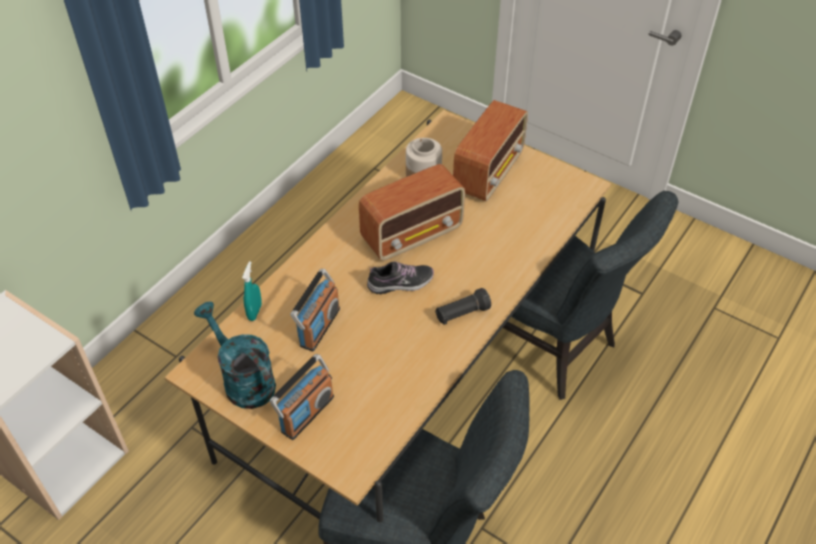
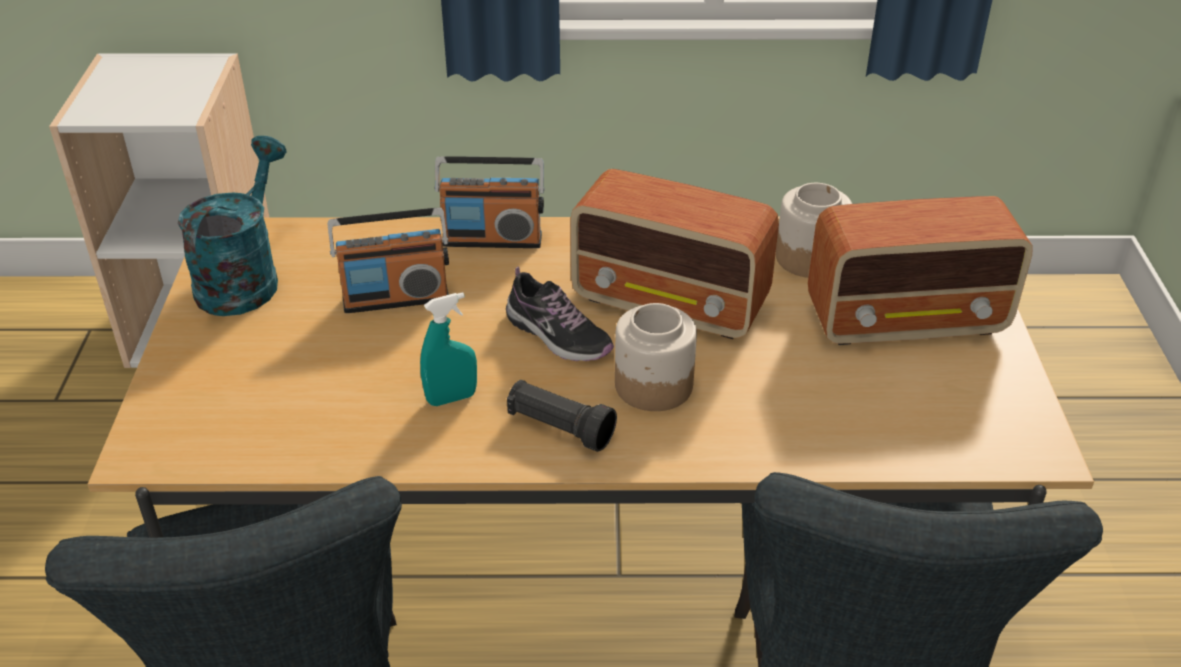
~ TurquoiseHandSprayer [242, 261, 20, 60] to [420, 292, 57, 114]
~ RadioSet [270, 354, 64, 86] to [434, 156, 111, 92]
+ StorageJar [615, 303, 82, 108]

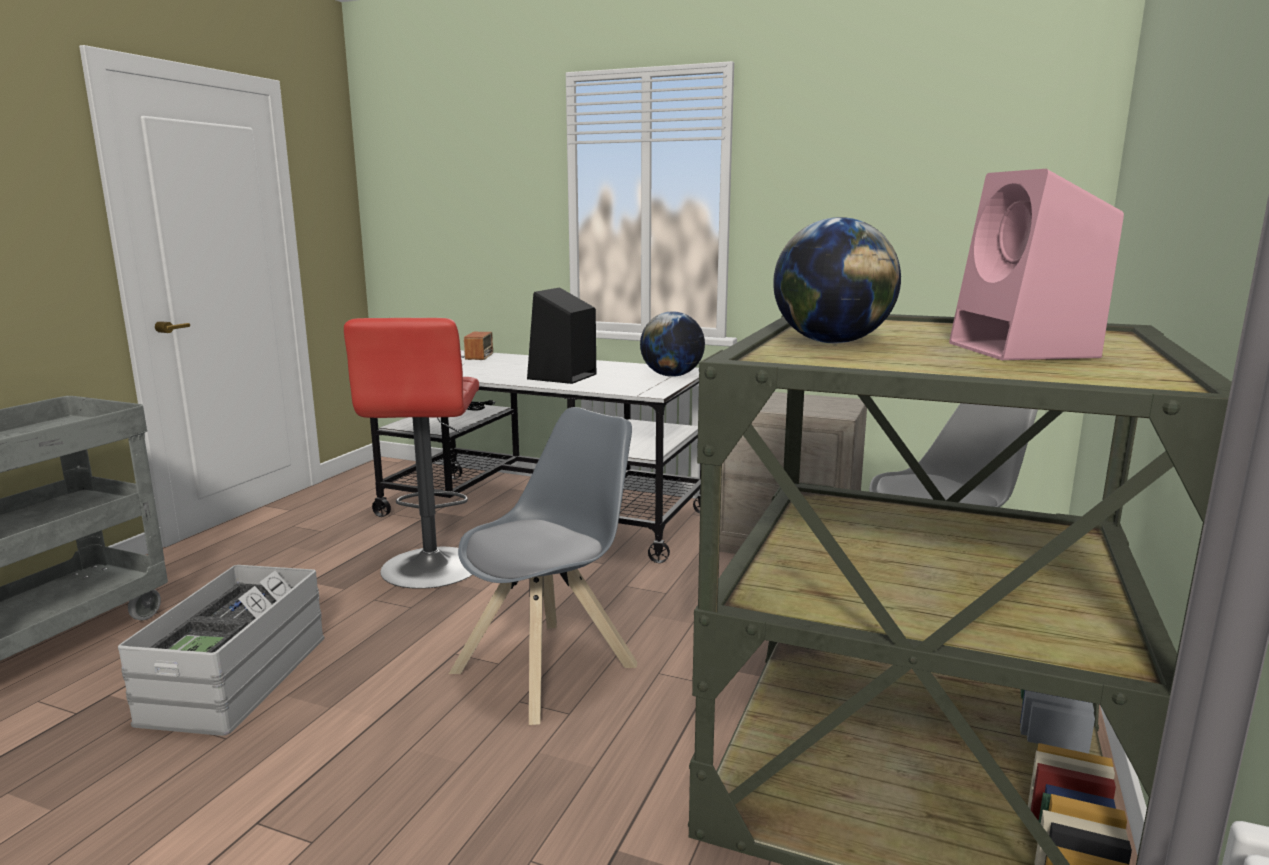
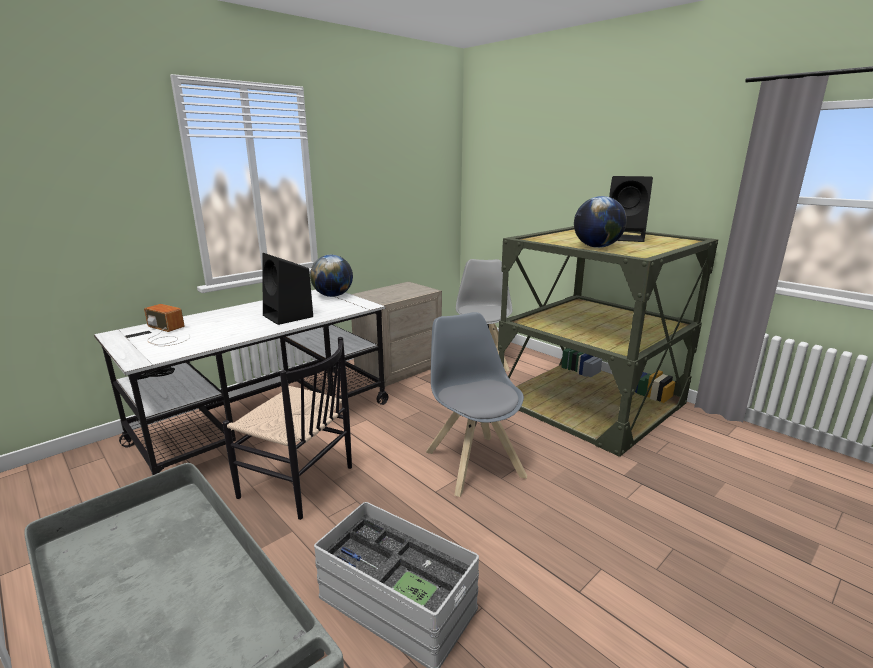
~ PinkAudioSpeaker [949, 169, 175, 191] to BlackAudioSpeaker [609, 176, 44, 66]
~ RedStool [344, 318, 135, 271] to BlackPlainChair [223, 337, 129, 183]

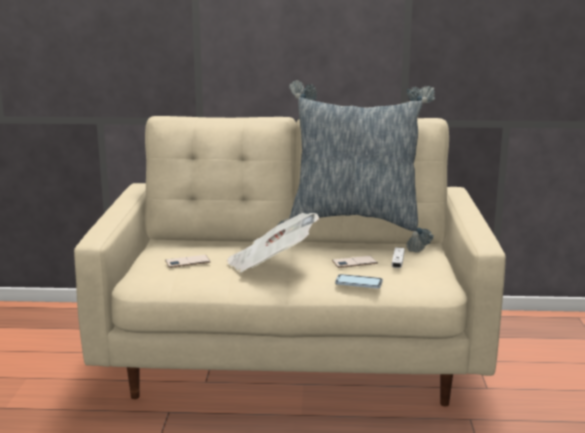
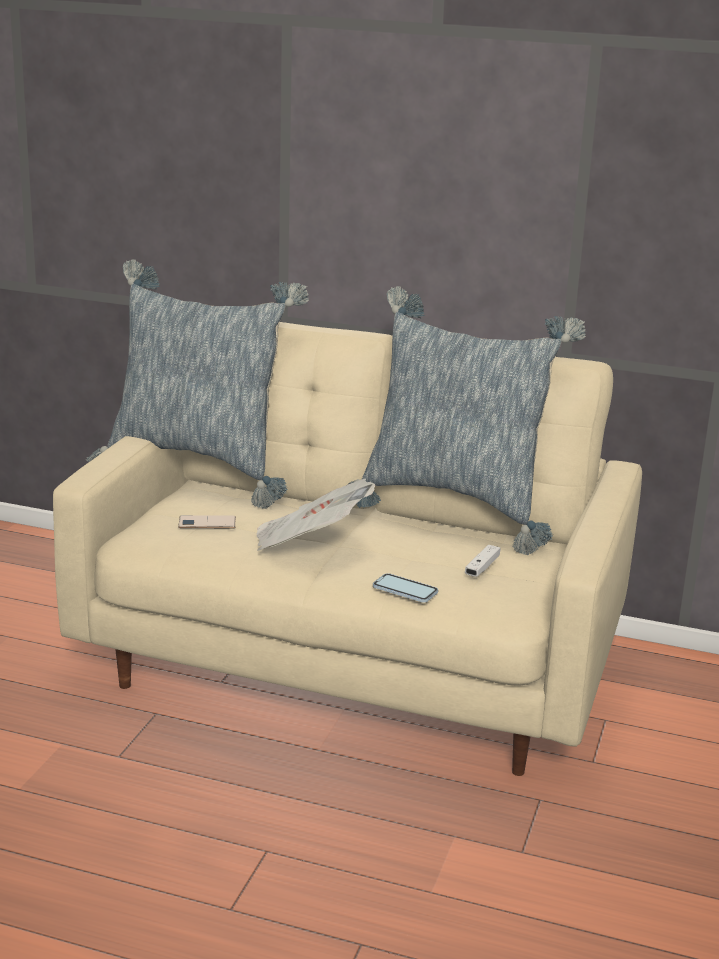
- Phone [332, 256, 46, 12]
+ ThrowPillow [86, 260, 223, 249]

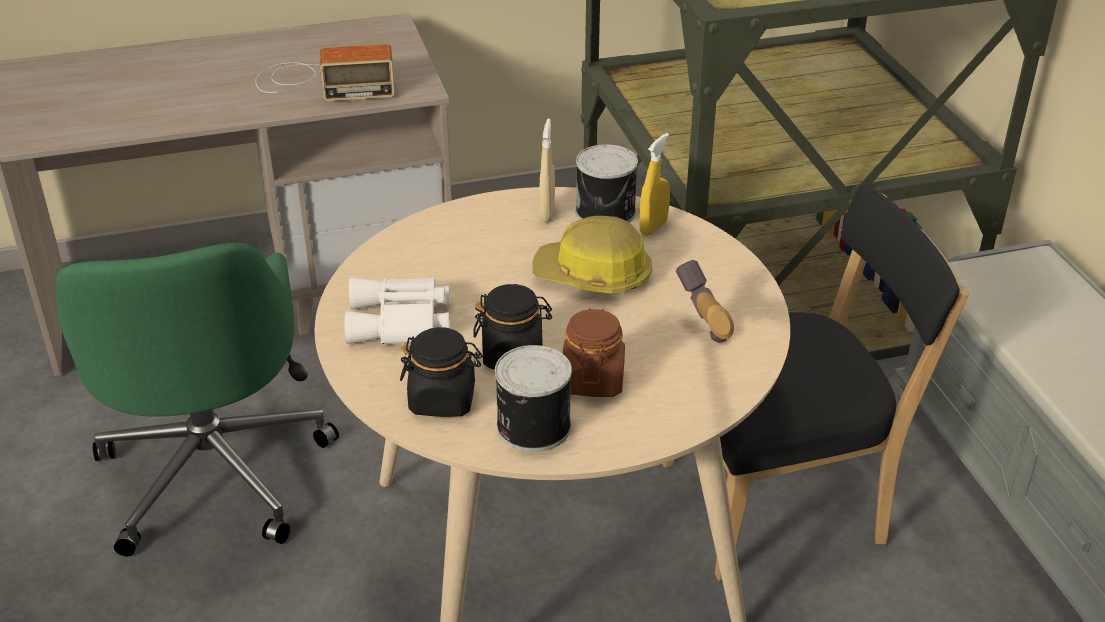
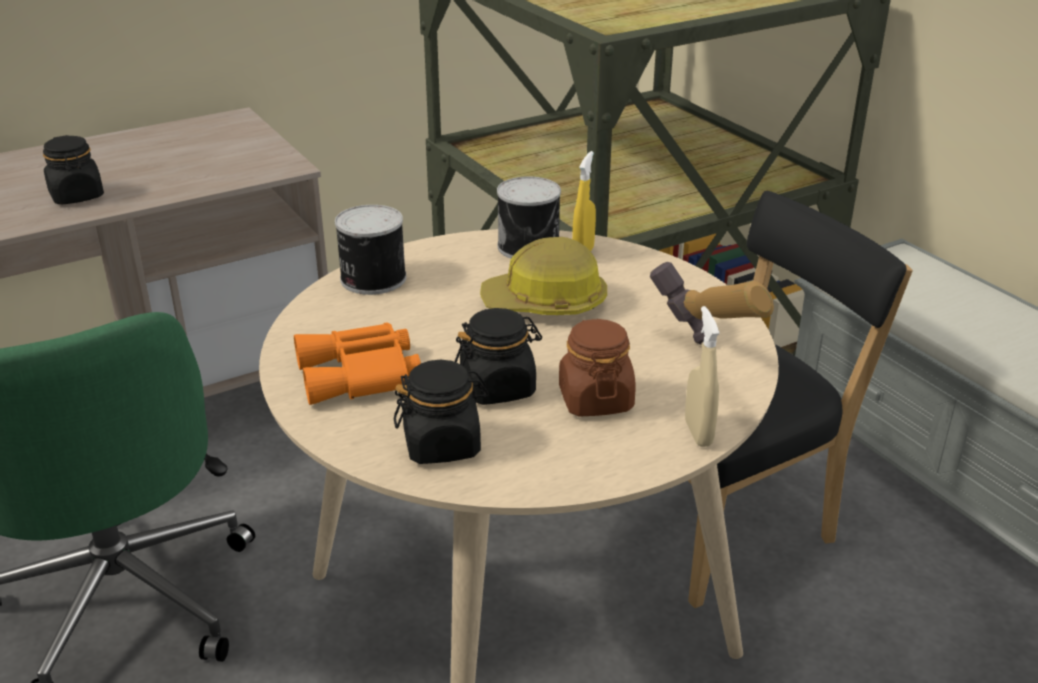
- RadioSet [255, 44, 140, 57]
~ BeigeColouredHandSprayer [539, 118, 16, 105] to [685, 306, 35, 141]
~ WhitePairOfBinoculars [345, 277, 105, 68] to OrangePairOfBinoculars [294, 322, 127, 83]
~ MetalCan [495, 345, 77, 107] to [335, 205, 71, 90]
+ BlackStorageJar [43, 135, 61, 69]

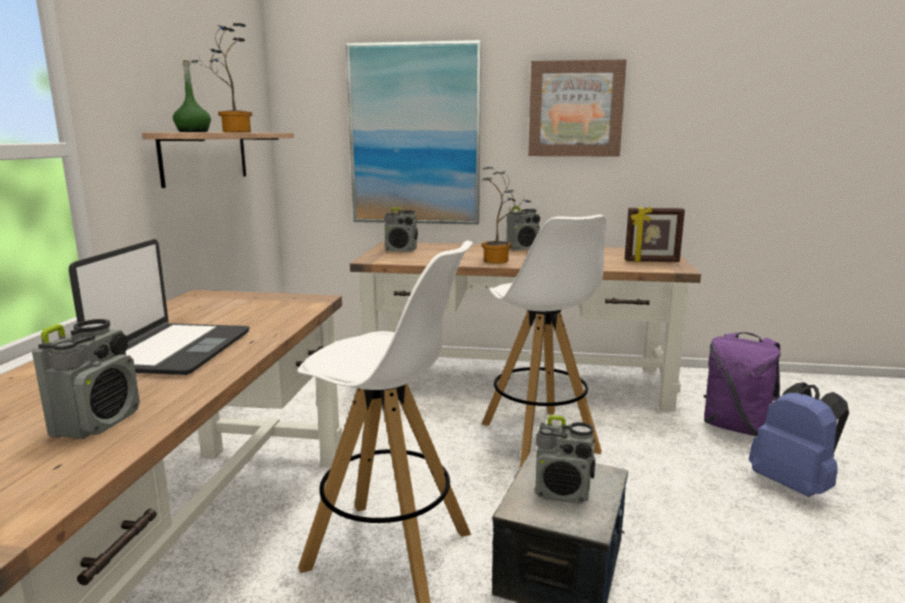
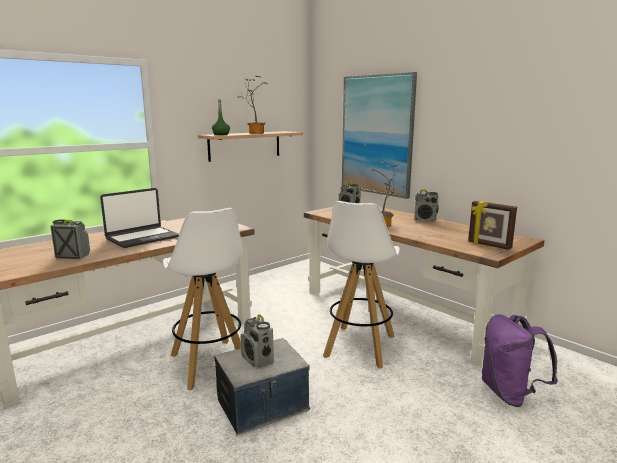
- Picture [528, 59, 98, 98]
~ RadioSet [32, 319, 108, 120] = [50, 219, 40, 41] 135 degrees counterclockwise
- BluishKnapsack [749, 382, 100, 115]

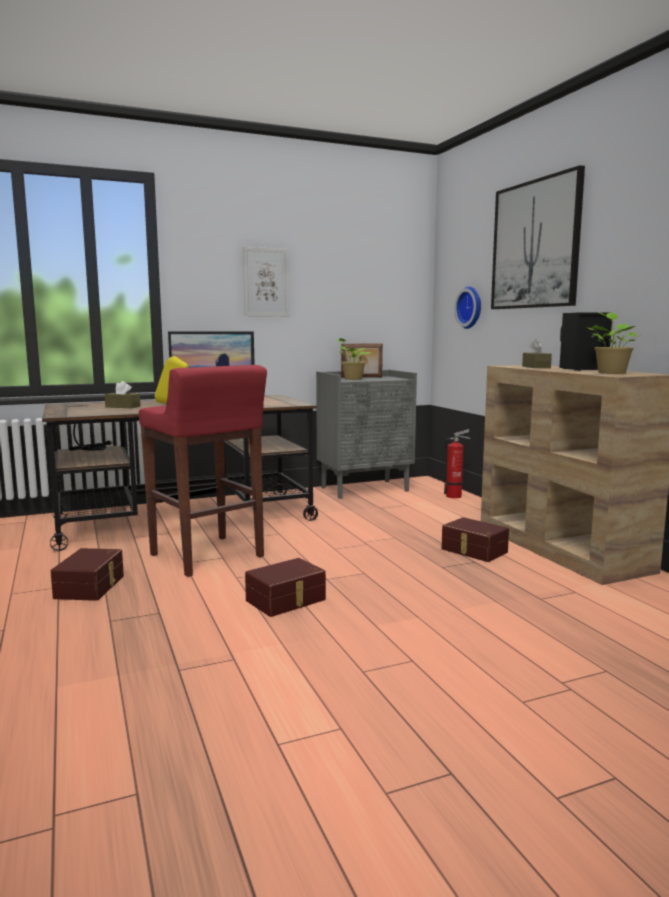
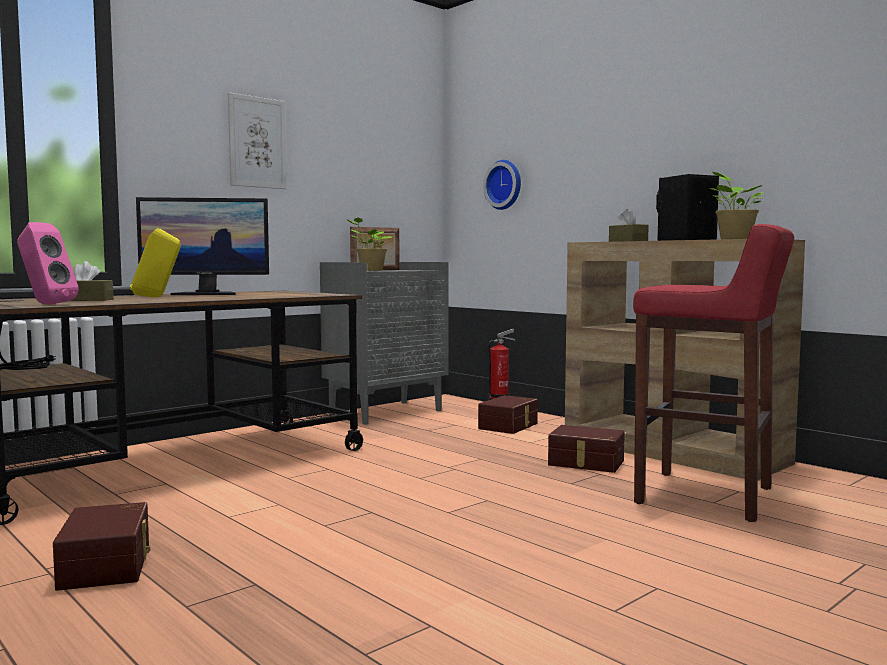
- Picture [491, 165, 94, 144]
~ RedStool [139, 365, 128, 212] to [633, 224, 161, 298]
~ BrownStorageBin [245, 558, 81, 59] to [478, 395, 60, 39]
+ PinkAudioSpeaker [17, 222, 62, 83]

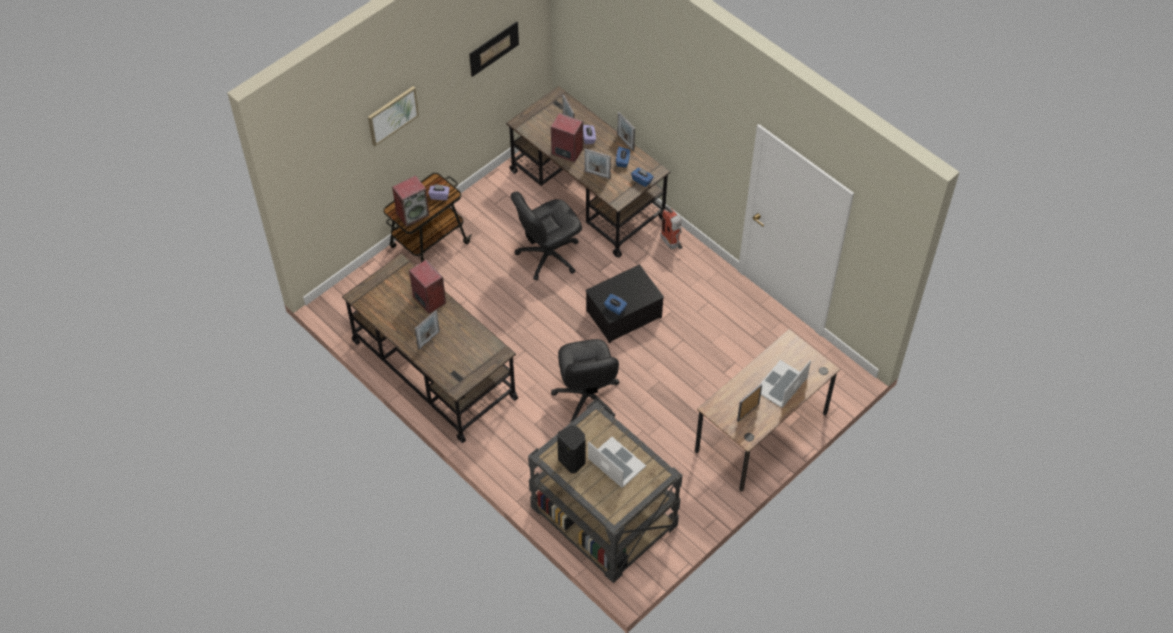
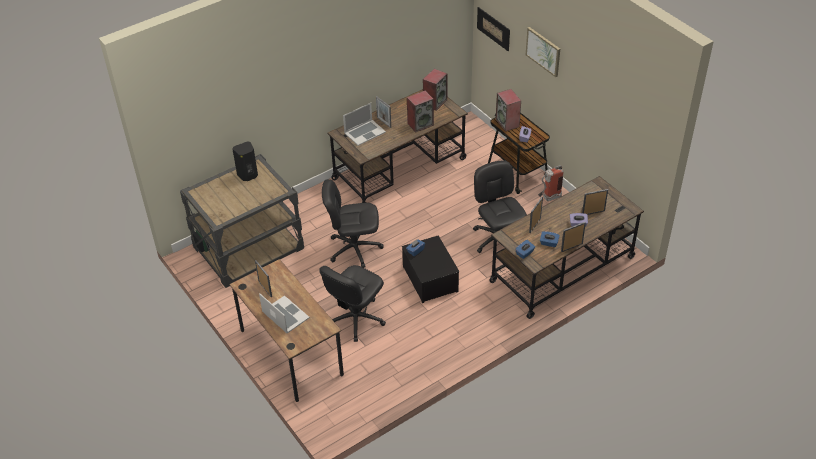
~ Picture [469, 22, 50, 55] to [477, 7, 33, 44]
~ AudioSpeaker [551, 113, 32, 49] to [423, 69, 25, 42]
~ FireExtinguisher [660, 206, 23, 44] to [538, 165, 26, 36]
~ PortableComputer [588, 437, 58, 51] to [343, 103, 43, 43]
+ BlackDeskChair [319, 265, 67, 77]

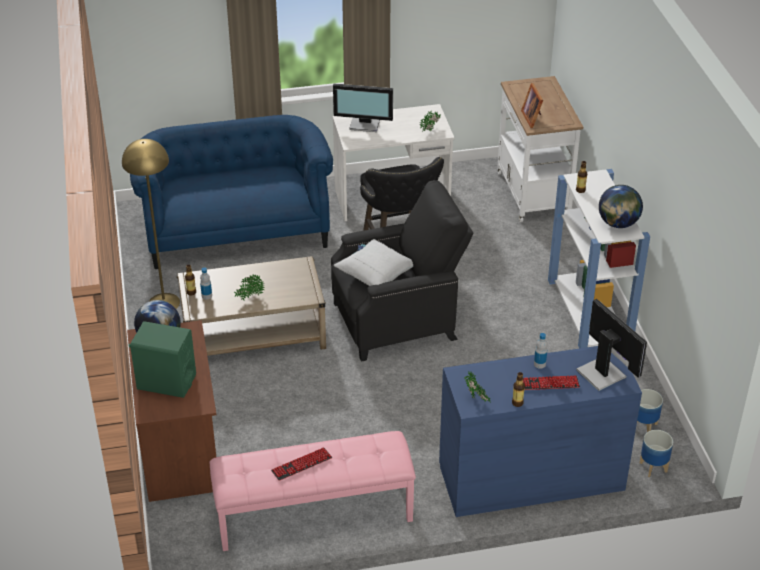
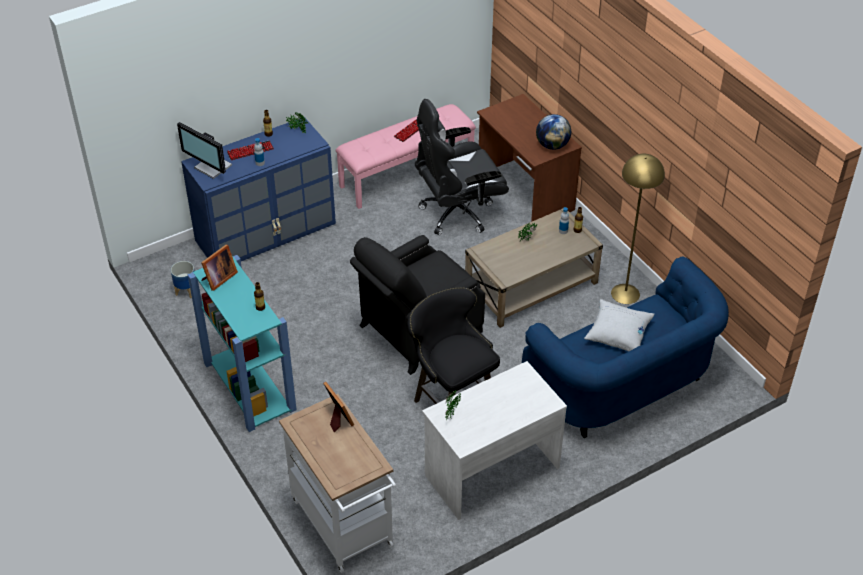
- ComputerScreen [333, 83, 60, 49]
~ WhiteBookshelf [548, 169, 102, 179] to TurquoiseBookshelf [188, 255, 109, 177]
~ WorldGlobe [599, 185, 44, 43] to PhotoFrame [201, 244, 37, 47]
~ GreyThrowPillow [333, 239, 80, 47] to [584, 299, 70, 52]
- GreenishAudioSpeaker [129, 321, 67, 77]
- PlantPot [640, 430, 33, 47]
+ BlackDeskChair [415, 99, 94, 136]

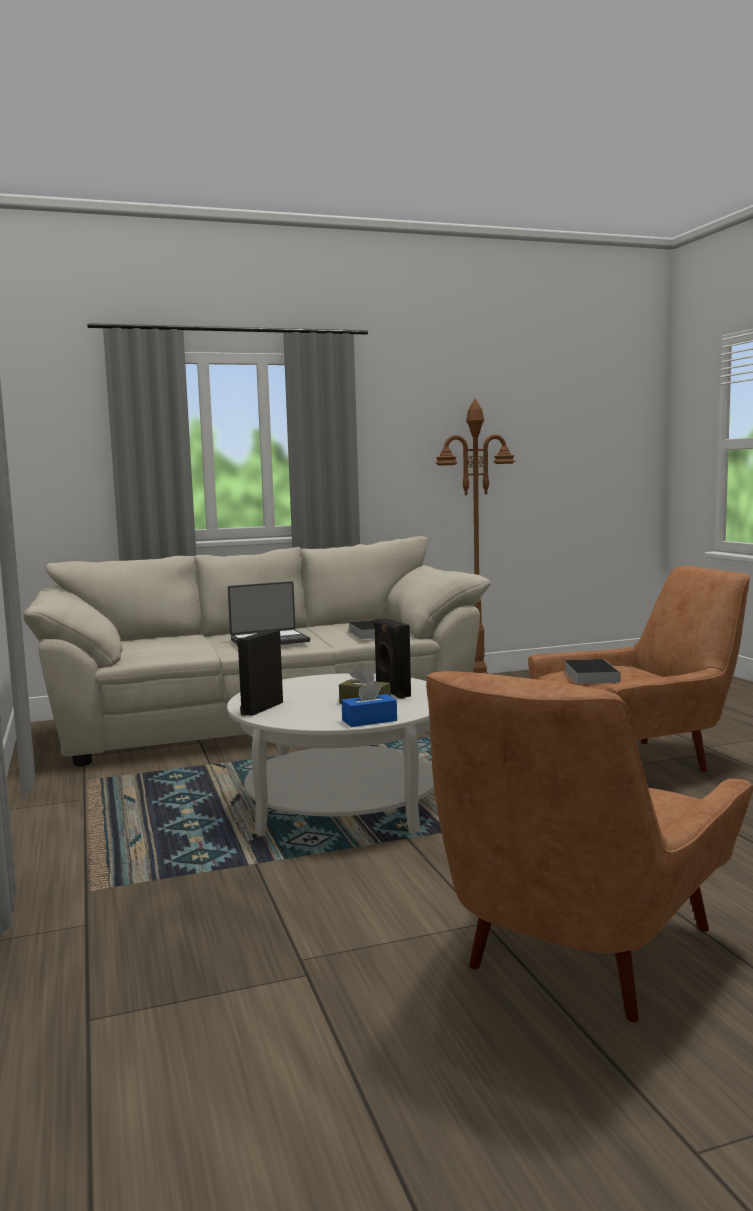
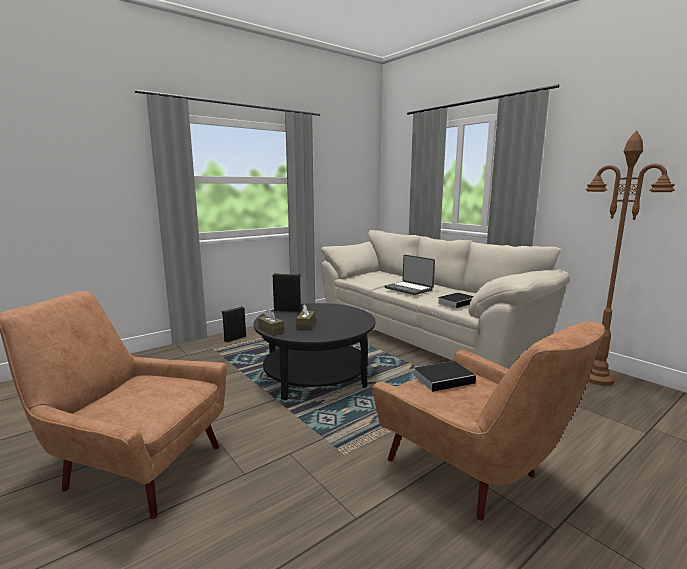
~ BlackAudioSpeaker [374, 618, 37, 81] to [222, 306, 24, 36]
~ WhiteLoungeTable [227, 673, 207, 163] to BlackLoungeTable [254, 303, 121, 97]
~ BluishBoxOfTissues [341, 680, 56, 47] to BrownBoxOfTissues [258, 309, 26, 26]

